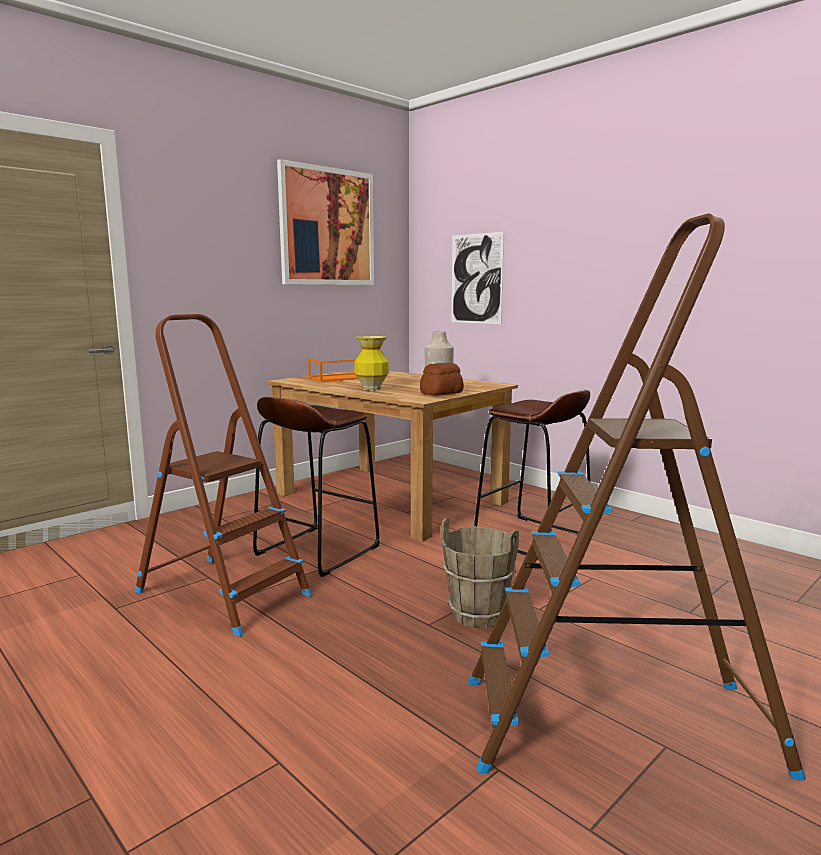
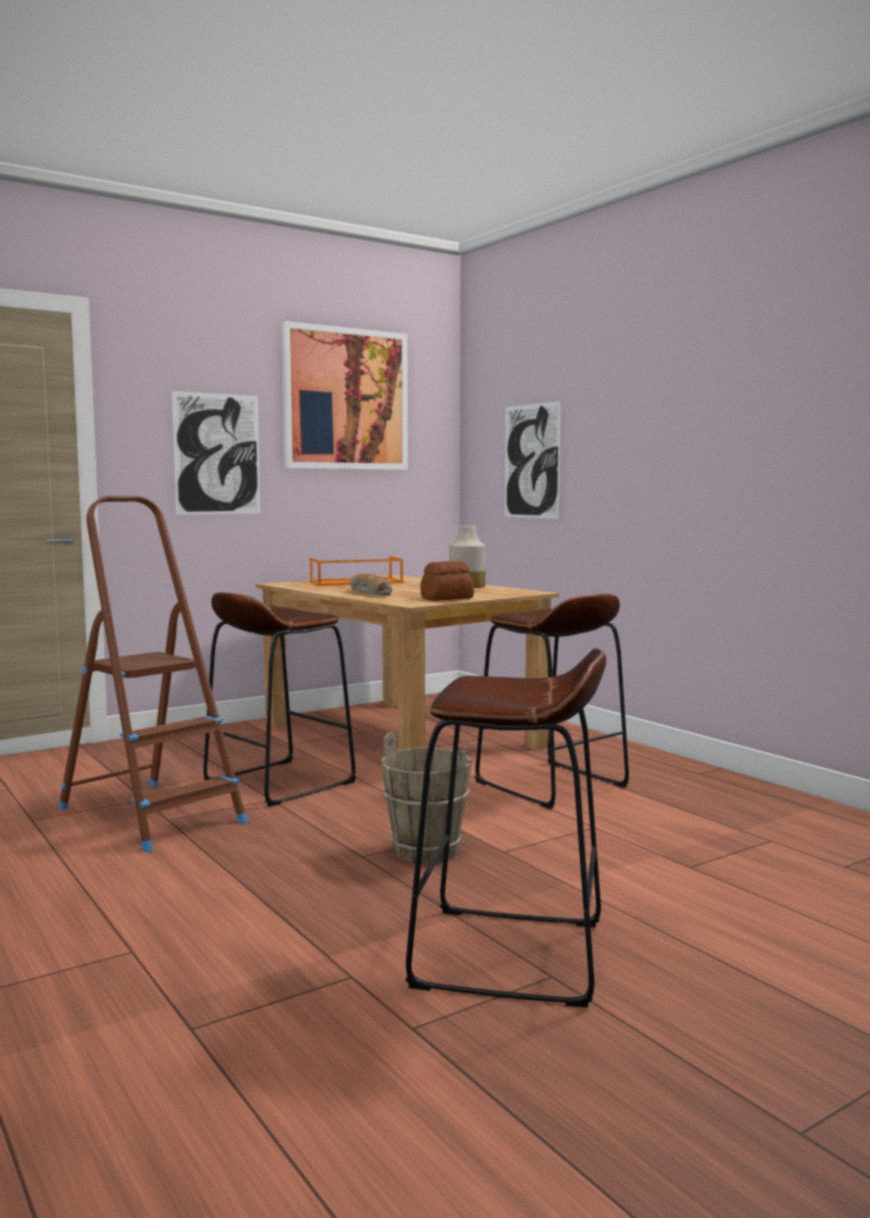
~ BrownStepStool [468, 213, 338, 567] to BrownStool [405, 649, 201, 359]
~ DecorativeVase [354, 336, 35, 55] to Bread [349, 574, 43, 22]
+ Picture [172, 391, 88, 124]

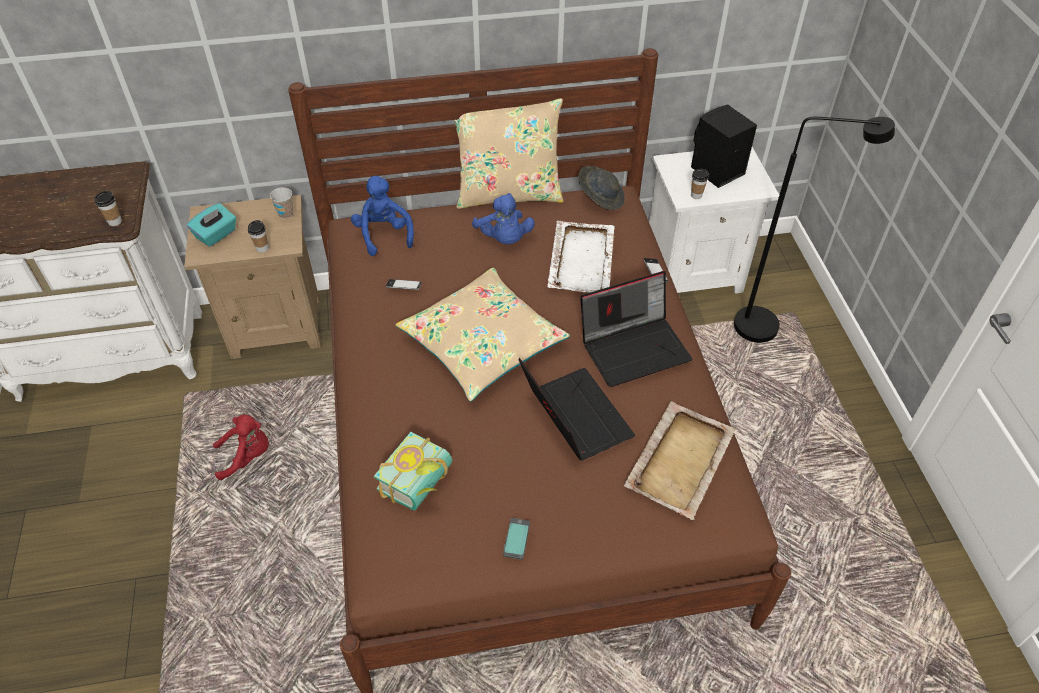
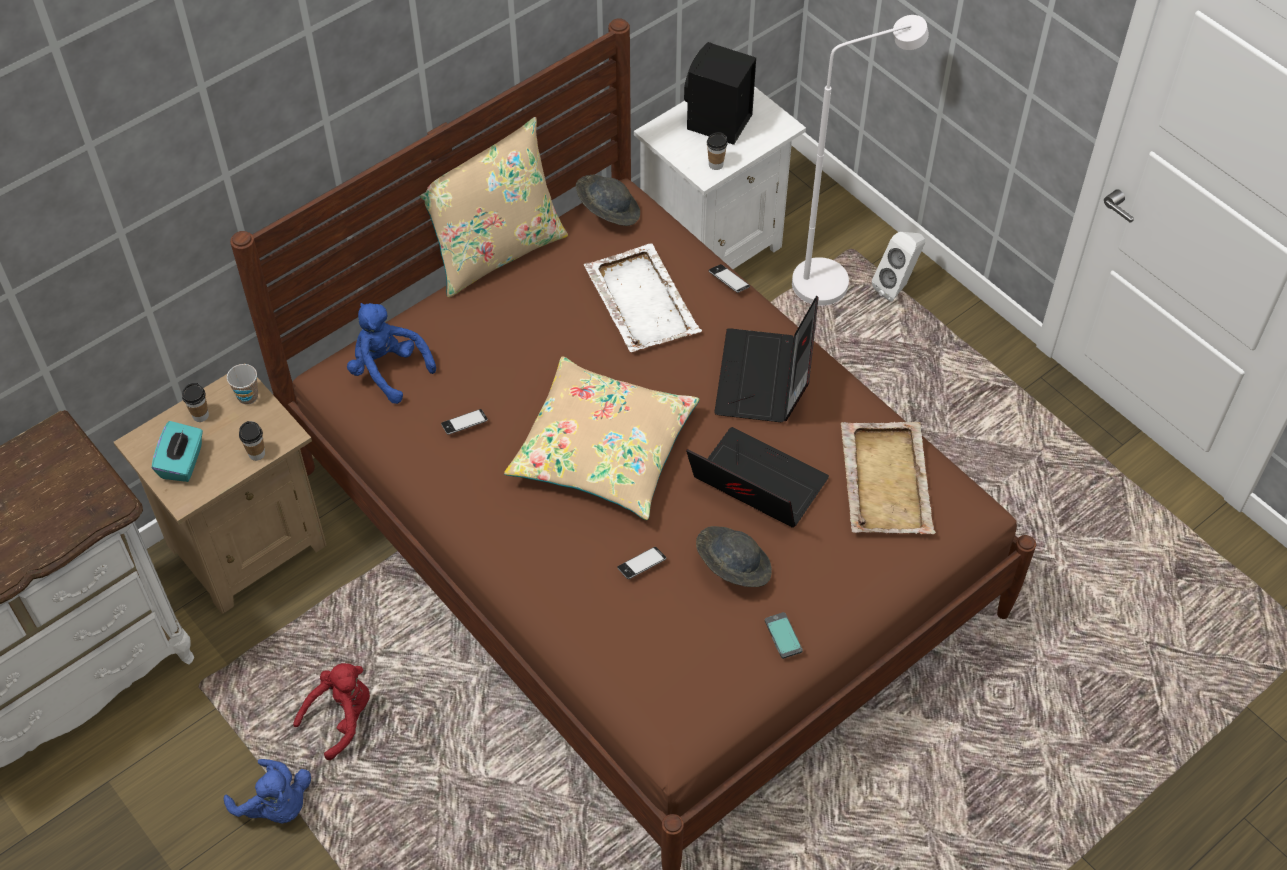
~ BlackStandingLamp [734, 117, 161, 226] to WhiteStandingLamp [792, 15, 137, 291]
~ DrinkingCup [94, 191, 28, 35] to [182, 383, 27, 39]
~ BluishSoftToy [472, 193, 63, 51] to [224, 759, 87, 64]
~ PortableComputer [580, 271, 112, 116] = [714, 295, 105, 127] 150 degrees clockwise
- Volume [374, 432, 78, 78]
+ WhiteAudioSpeaker [871, 232, 54, 70]
+ GreyWearableHat [696, 526, 76, 61]
+ Phone [617, 547, 50, 32]

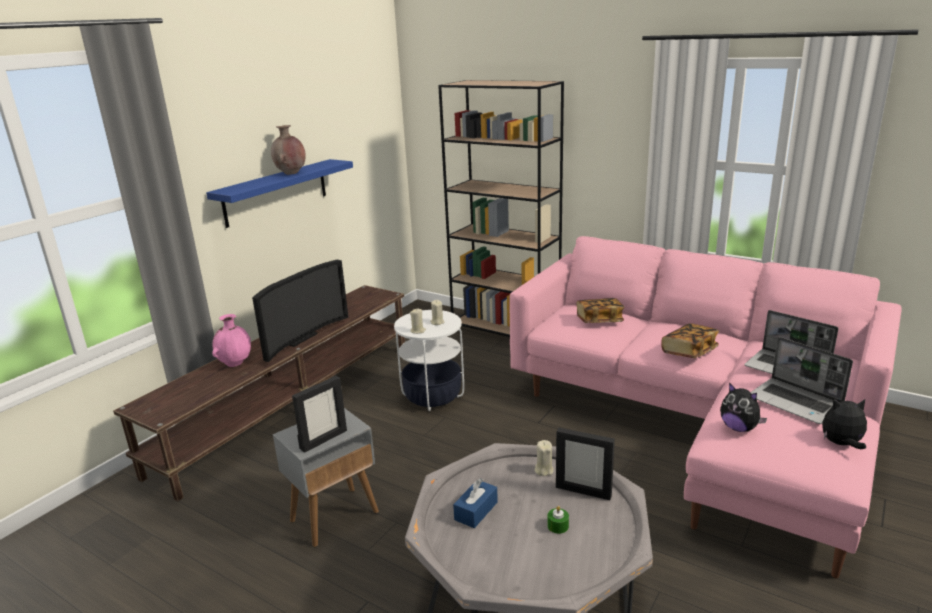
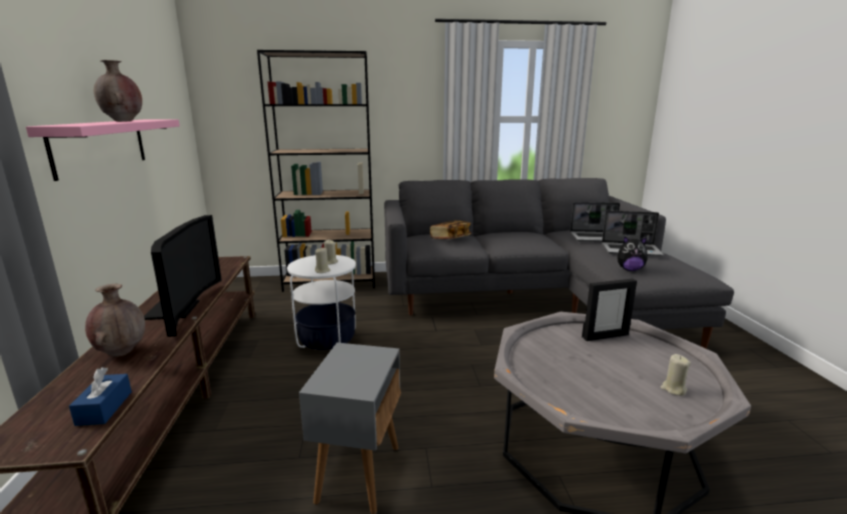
~ BluishShelf [206, 159, 147, 69] to PinkShelf [26, 119, 154, 62]
~ PinkCouch [510, 236, 392, 342] to GreyCouch [384, 178, 350, 171]
~ PinkDecorativeVase [212, 314, 39, 53] to BrownDecorativeVase [85, 284, 60, 73]
- Volume [661, 323, 58, 35]
- PhotoFrame [292, 376, 55, 77]
- SoftToy [822, 398, 45, 51]
~ BeigeColouredWaxLight [534, 440, 20, 36] to [661, 354, 30, 42]
~ BluishBoxOfTissues [453, 478, 45, 50] to [69, 367, 63, 59]
- GreenishWaxLight [548, 506, 21, 28]

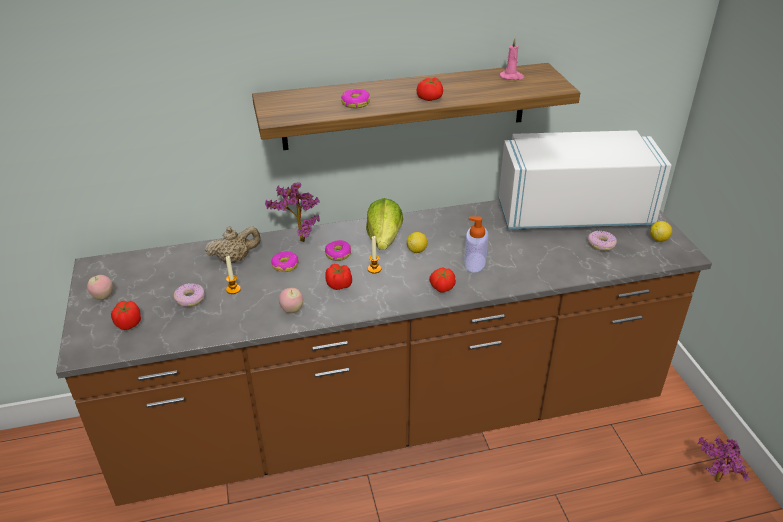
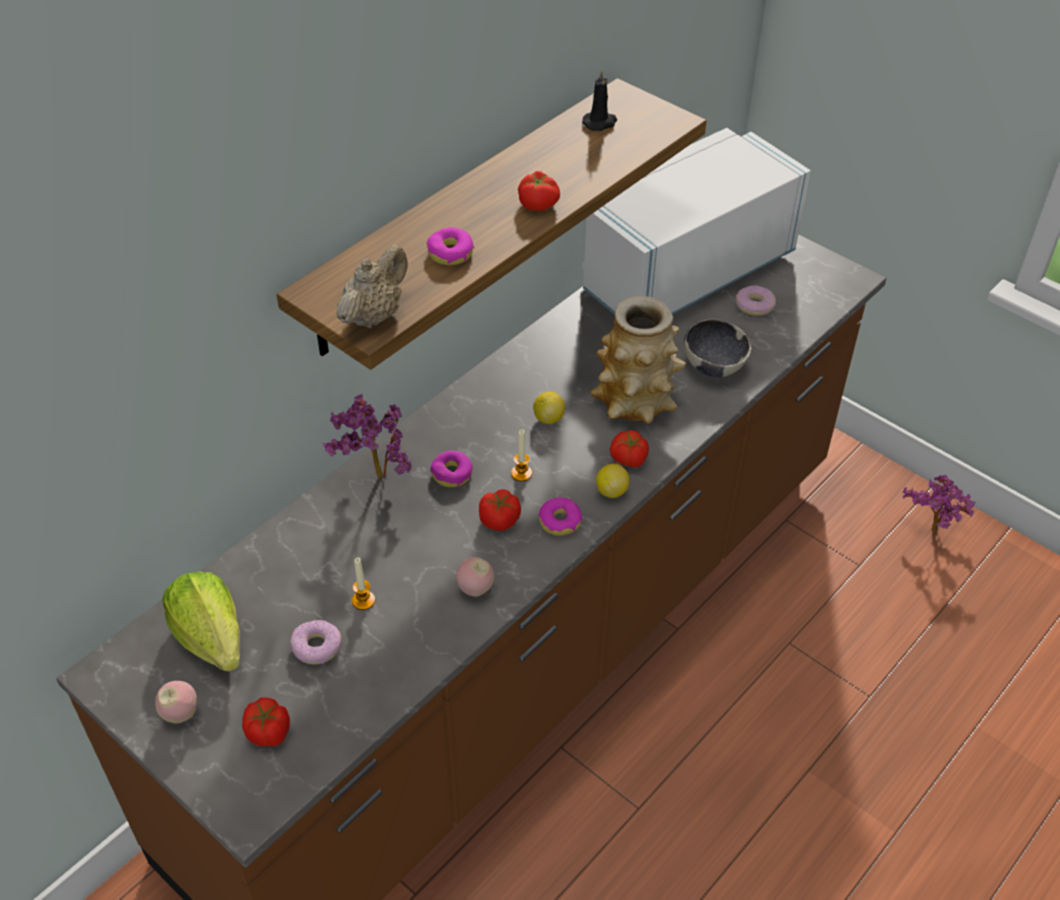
~ PinkWaxLight [500, 38, 24, 42] to BlackWaxLight [582, 70, 35, 61]
~ Lettuce [366, 198, 37, 52] to [162, 572, 78, 100]
~ SoapBottle [464, 216, 24, 57] to DecorativeVase [590, 296, 96, 128]
~ Lemon [650, 221, 22, 21] to [596, 464, 33, 34]
~ BeigeColouredPotForTea [204, 226, 57, 38] to [337, 244, 71, 84]
~ Doughnut [271, 251, 27, 21] to [538, 497, 44, 39]
+ DeepDish [684, 319, 67, 59]

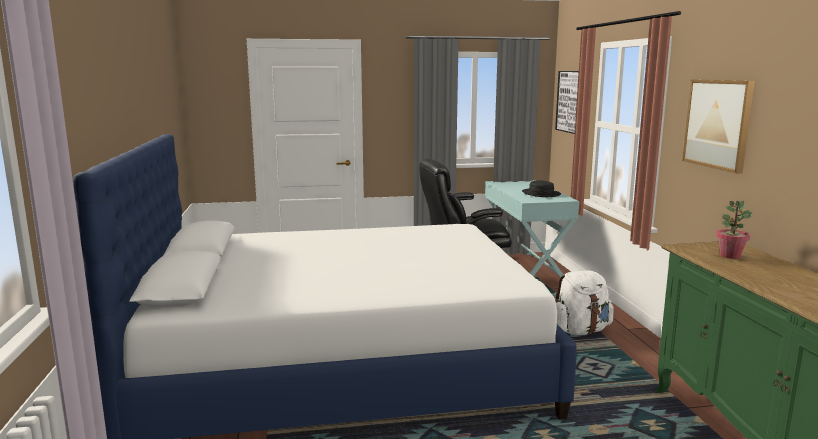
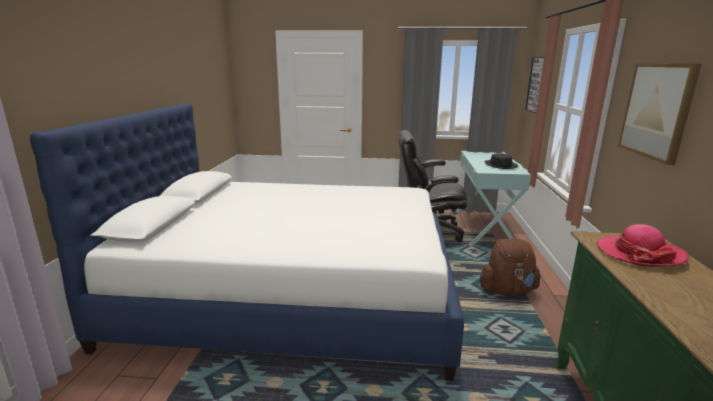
~ PlantInAPot [716, 201, 37, 58] to WearableHat [596, 224, 93, 43]
~ WhiteKnapsack [554, 270, 60, 66] to BrownKnapsack [480, 239, 61, 57]

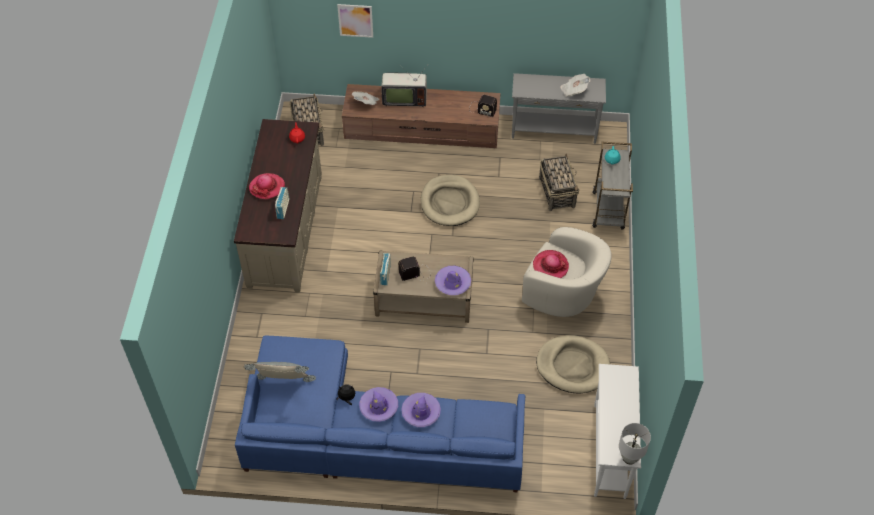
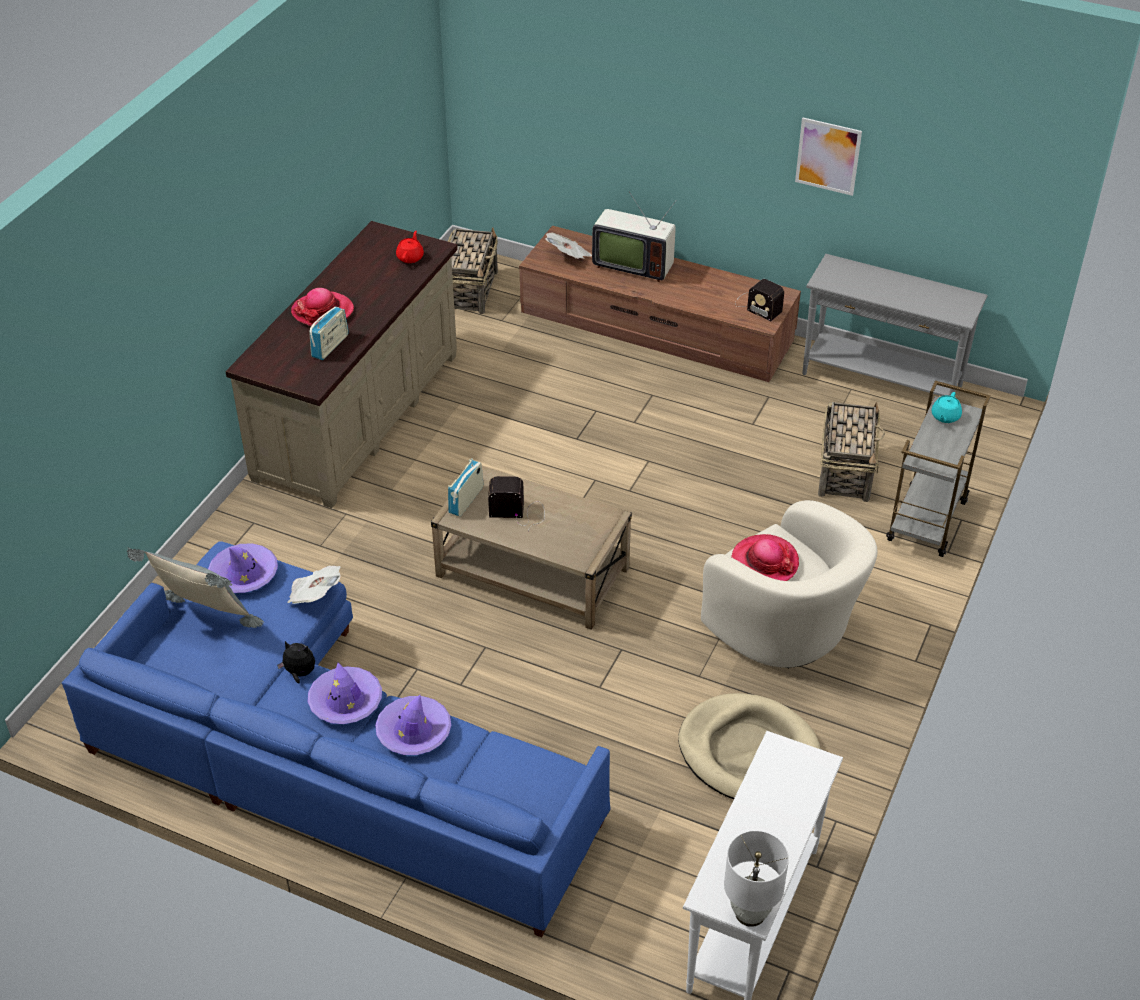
~ Picture [337, 4, 36, 34] to [795, 118, 67, 78]
~ Newspaper [560, 74, 30, 23] to [288, 566, 53, 38]
- BeigeColouredDogBed [421, 175, 59, 51]
~ PurpleColouredWearableHat [435, 266, 36, 29] to [208, 543, 70, 50]

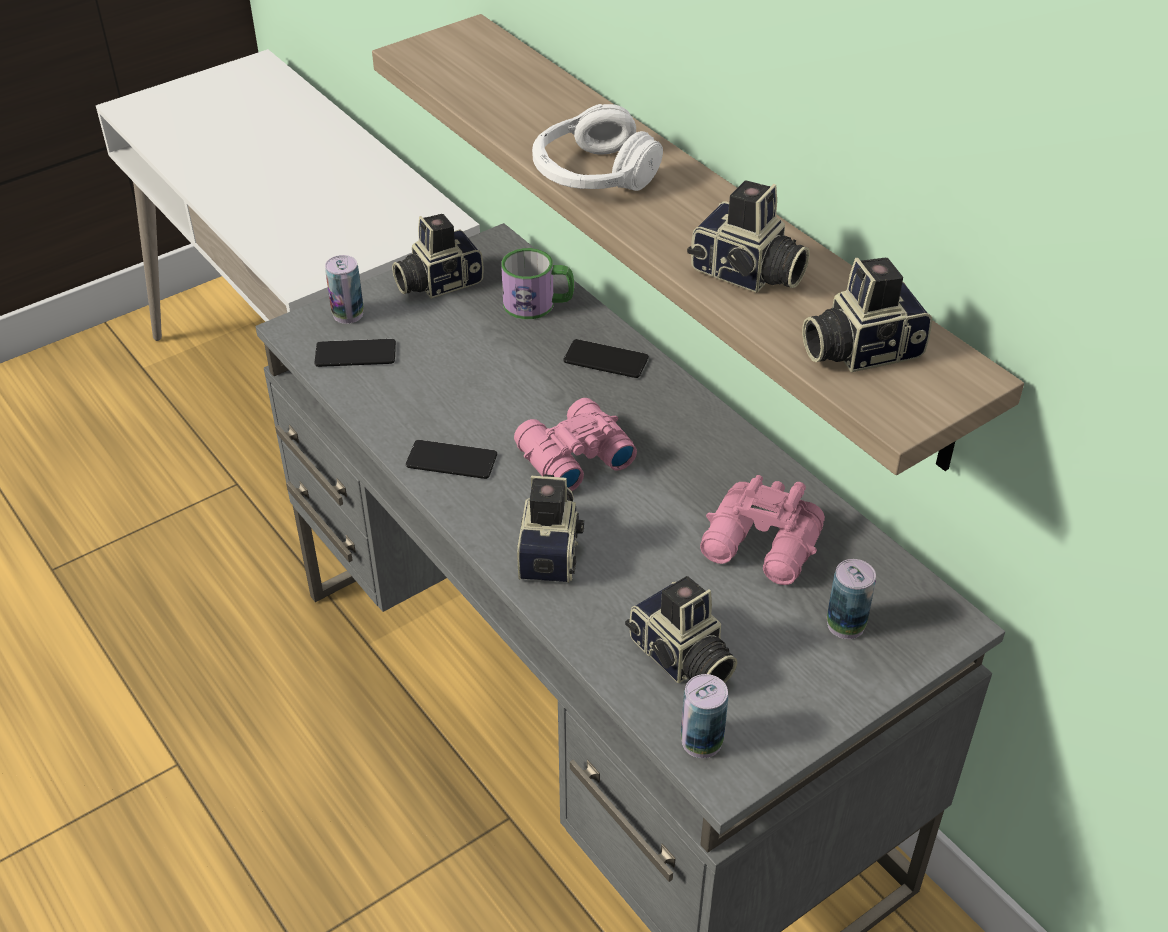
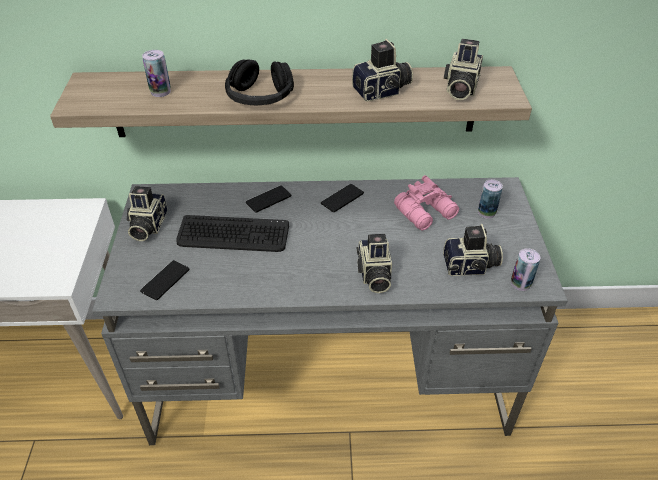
~ WhiteHeadset [532, 104, 131, 87] to BlackHeadset [225, 59, 69, 47]
- TeaMug [501, 248, 73, 71]
~ MetalCan [325, 255, 39, 69] to [142, 50, 29, 47]
- PinkPairOfBinoculars [514, 398, 123, 93]
~ Phone [406, 440, 91, 39] to [321, 184, 43, 28]
~ PhotoCamera [517, 474, 68, 109] = [357, 234, 35, 59] 135 degrees counterclockwise
+ ComputerKeyboard [176, 215, 113, 37]

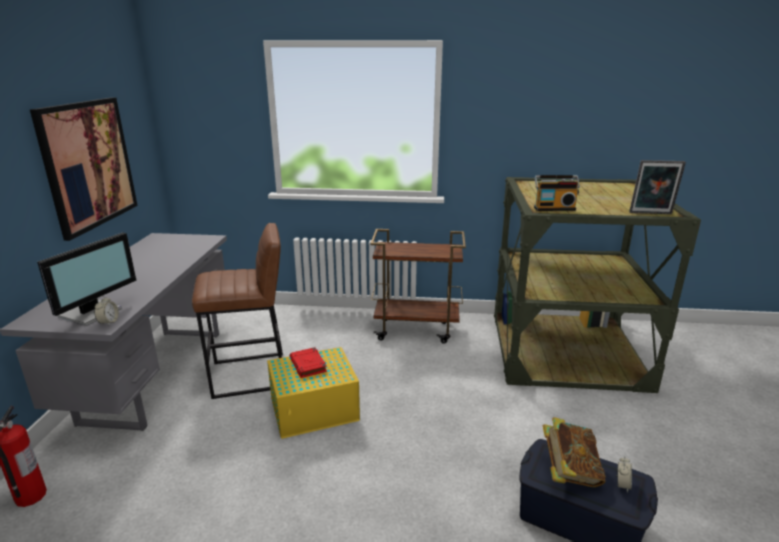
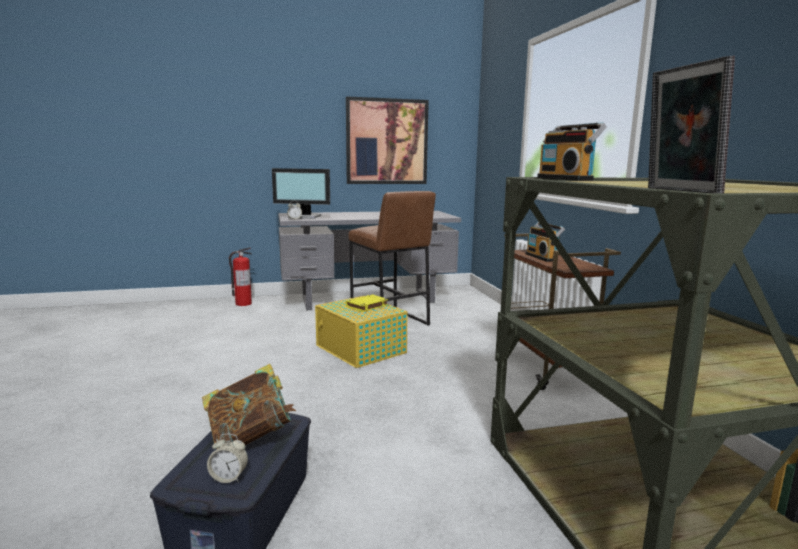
~ RedVolume [290, 347, 37, 31] to YellowishVolume [345, 294, 43, 18]
+ RadioSet [526, 222, 39, 40]

